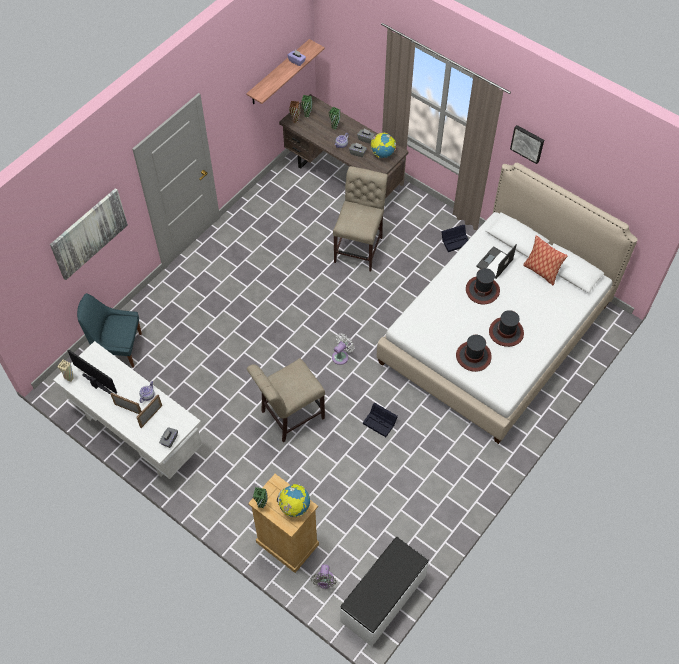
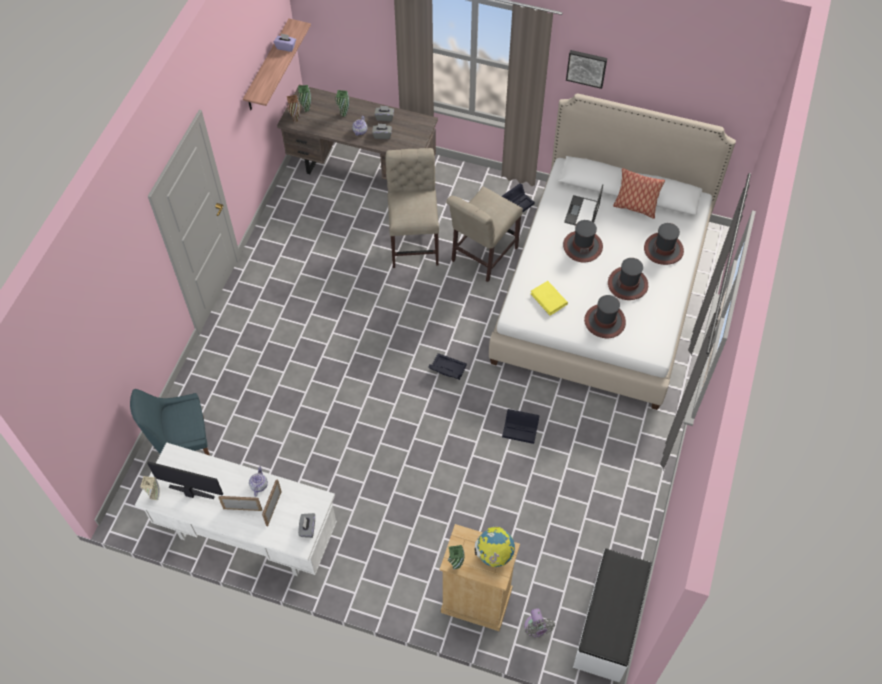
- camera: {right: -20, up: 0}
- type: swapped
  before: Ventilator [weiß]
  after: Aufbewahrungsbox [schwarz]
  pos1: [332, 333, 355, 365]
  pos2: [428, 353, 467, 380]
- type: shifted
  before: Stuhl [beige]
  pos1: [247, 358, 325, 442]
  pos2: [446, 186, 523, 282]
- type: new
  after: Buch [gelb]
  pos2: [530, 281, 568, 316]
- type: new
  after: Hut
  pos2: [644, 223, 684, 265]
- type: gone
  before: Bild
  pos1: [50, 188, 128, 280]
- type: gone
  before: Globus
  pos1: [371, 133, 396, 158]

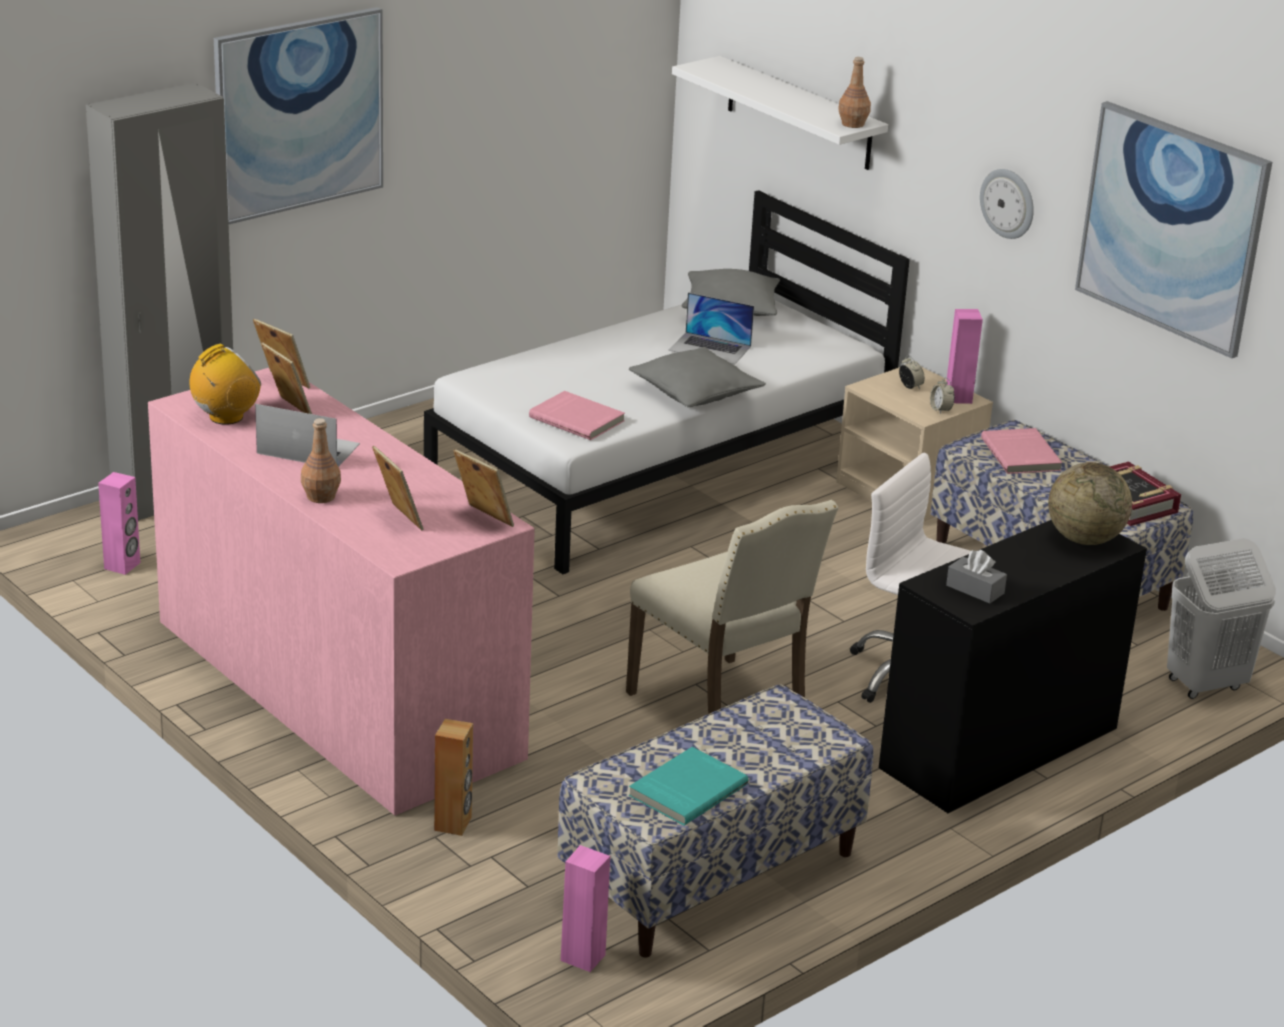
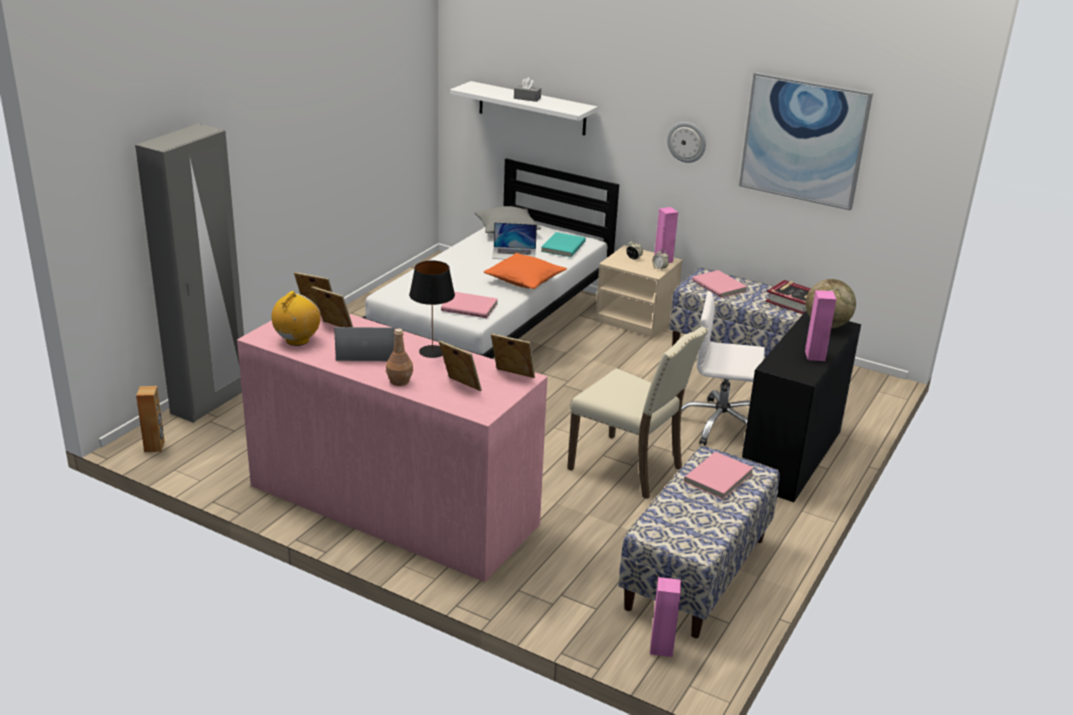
- camera: {right: -20, up: 0}
- type: shifted
  before: Lautsprecher [braun]
  pos1: [434, 719, 473, 836]
  pos2: [136, 386, 165, 452]
- type: new
  after: Tischlampe [schwarz]
  pos2: [409, 260, 455, 358]
- type: repainted
  before: Kissen [grau]
  after: Kissen [orange]
  pos1: [629, 347, 766, 407]
  pos2: [483, 253, 567, 289]
- type: shifted
  before: Taschentuchbox [grau]
  pos1: [946, 550, 1007, 603]
  pos2: [514, 77, 541, 102]
- type: shifted
  before: Buch [türkis]
  pos1: [629, 747, 748, 826]
  pos2: [541, 232, 586, 257]
- type: new
  after: Buch [rosa]
  pos2: [684, 452, 754, 499]
- type: shifted
  before: Lautsprecher [rosa]
  pos1: [98, 472, 140, 575]
  pos2: [805, 290, 836, 361]
- type: gone
  before: Bild
  pos1: [214, 7, 383, 224]
- type: gone
  before: Flasche [braun]
  pos1: [838, 57, 871, 128]
- type: gone
  before: Wäschekorb [weiß]
  pos1: [1167, 538, 1276, 699]

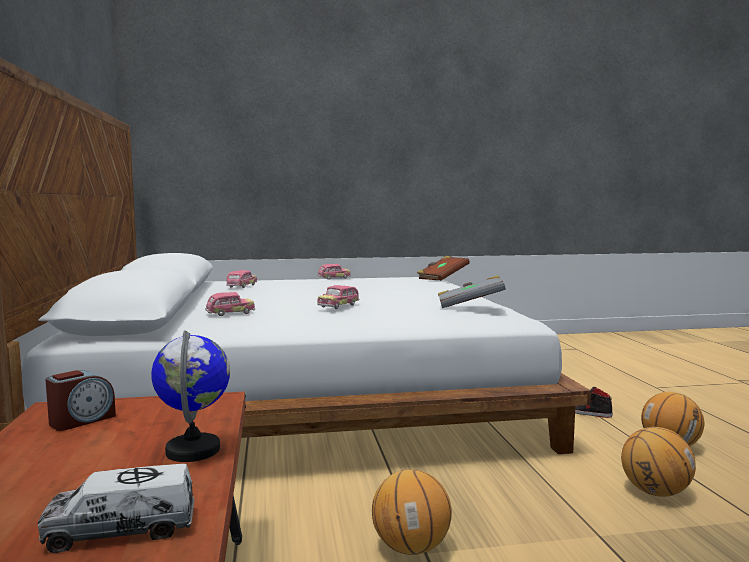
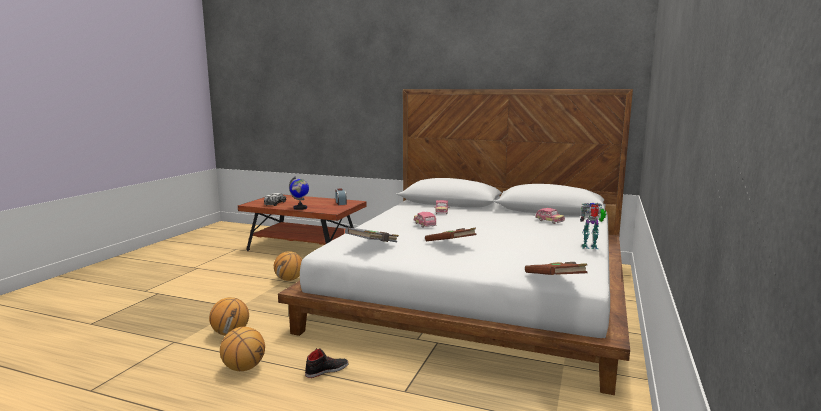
- camera: {right: 120, up: 5}
- type: new
  after: Buch [braun]
  pos2: [425, 227, 476, 241]
- type: swapped
  before: Spielzeugauto
  after: Spielzeugroboter
  pos1: [317, 264, 351, 279]
  pos2: [580, 203, 607, 249]

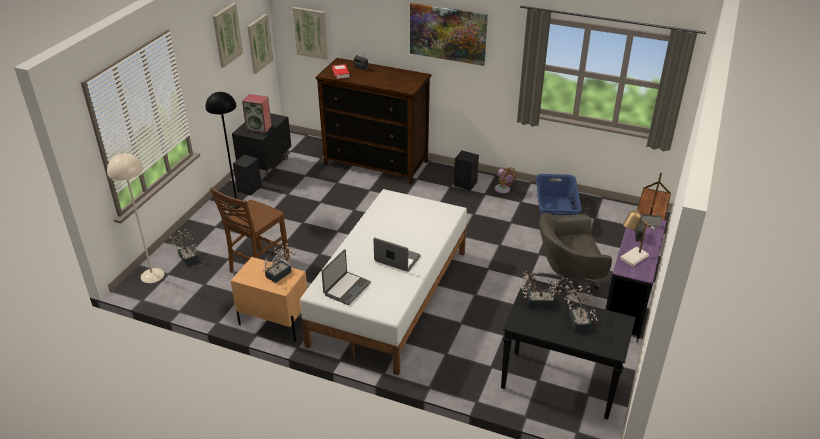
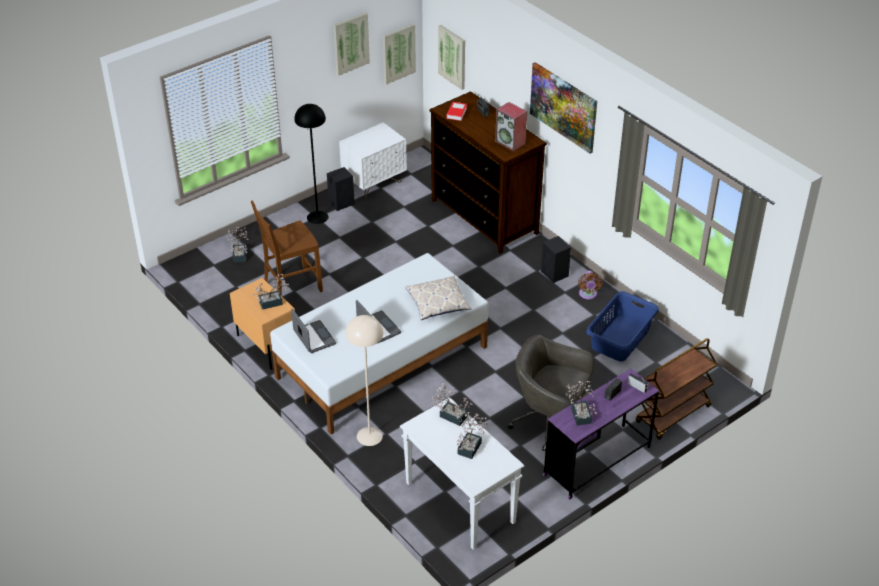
- camera: {right: 30, up: 5}
- type: rotated
  before: Laptop
  pos1: [321, 249, 371, 305]
  pos2: [291, 309, 336, 353]
  turn: -90
- type: repainted
  before: Nachttisch [schwarz]
  after: Nachttisch [weiß]
  pos1: [232, 113, 291, 179]
  pos2: [339, 122, 407, 199]
- type: shifted
  before: Stehlampe [beige]
  pos1: [107, 153, 164, 283]
  pos2: [345, 315, 383, 446]
- type: repainted
  before: Konsolentisch [schwarz]
  after: Konsolentisch [weiß]
  pos1: [501, 288, 636, 420]
  pos2: [400, 398, 524, 550]
- type: new
  after: Kissen
  pos2: [405, 276, 472, 320]
- type: shifted
  before: Lautsprecher
  pos1: [242, 94, 272, 134]
  pos2: [495, 102, 527, 152]
- type: swapped
  before: Tischlampe
  after: Topfpflanze
  pos1: [620, 209, 655, 267]
  pos2: [566, 381, 597, 425]

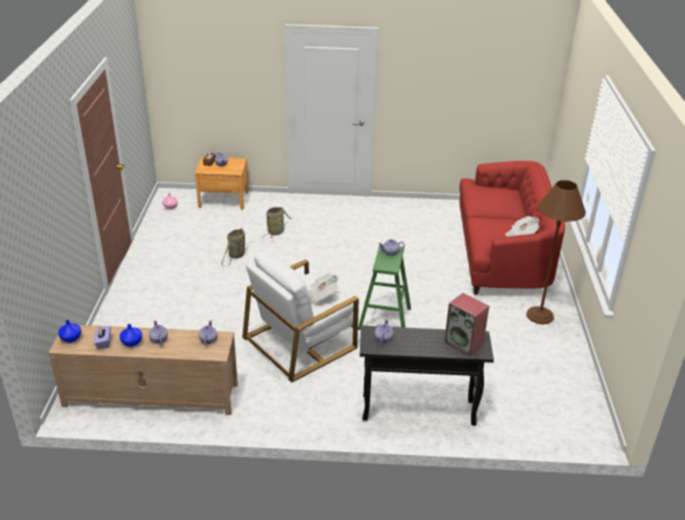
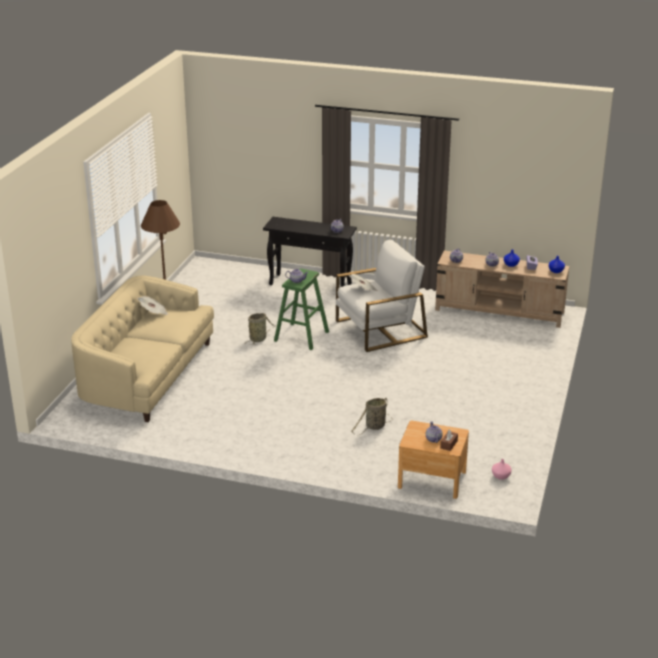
- camera: {right: -165, up: -5}
- type: repainted
  before: Sofa [rot]
  after: Sofa [beige]
  pos1: [459, 161, 565, 295]
  pos2: [71, 276, 214, 422]
- type: shifted
  before: Korb
  pos1: [221, 227, 248, 267]
  pos2: [244, 313, 276, 344]
- type: gone
  before: Lautsprecher
  pos1: [444, 293, 489, 356]

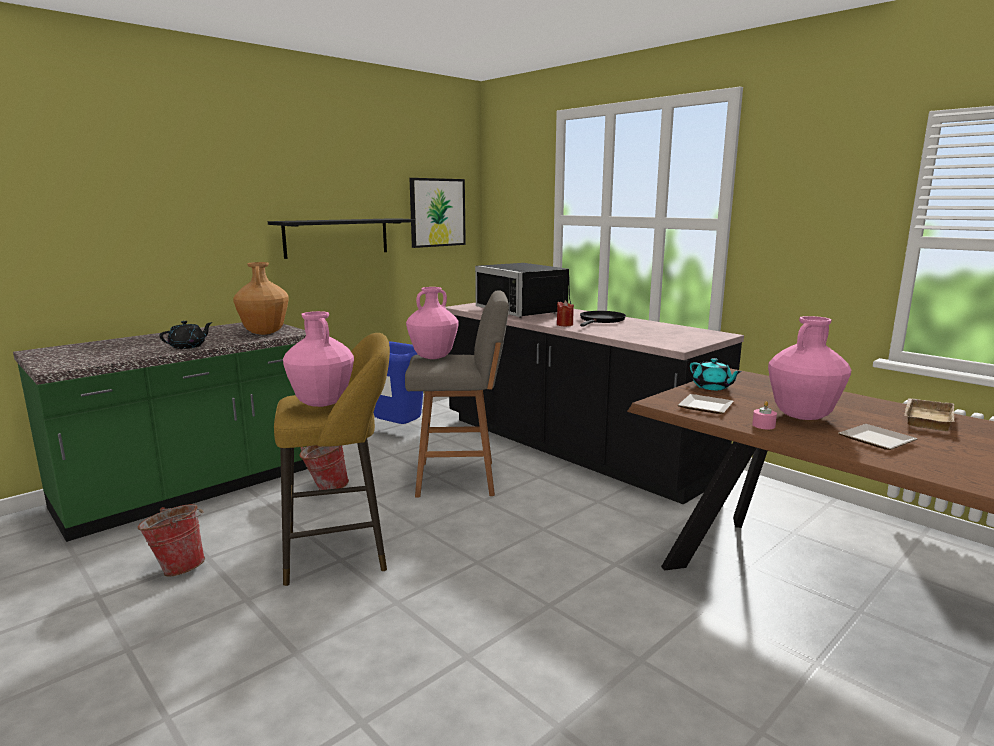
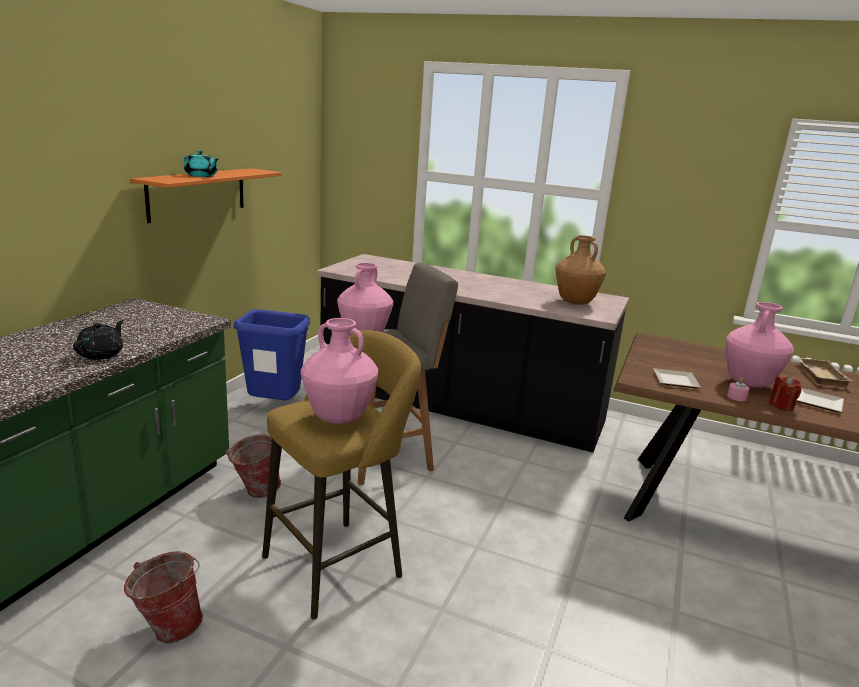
- camera: {right: -25, up: 5}
- type: repainted
  before: Wandregal [schwarz]
  after: Wandregal [orange]
  pos1: [268, 218, 415, 259]
  pos2: [130, 168, 282, 223]
- type: shifted
  before: Teekanne [türkis]
  pos1: [690, 358, 742, 390]
  pos2: [184, 150, 218, 177]
- type: shifted
  before: Vase [braun]
  pos1: [233, 262, 289, 335]
  pos2: [555, 235, 606, 305]
- type: shifted
  before: Kerze [rot]
  pos1: [557, 301, 574, 326]
  pos2: [769, 376, 801, 411]
- type: gone
  before: Bild
  pos1: [409, 178, 466, 248]
- type: gone
  before: Mikrowelle [schwarz]
  pos1: [475, 263, 572, 318]
- type: gone
  before: Pfanne [schwarz]
  pos1: [580, 311, 626, 327]

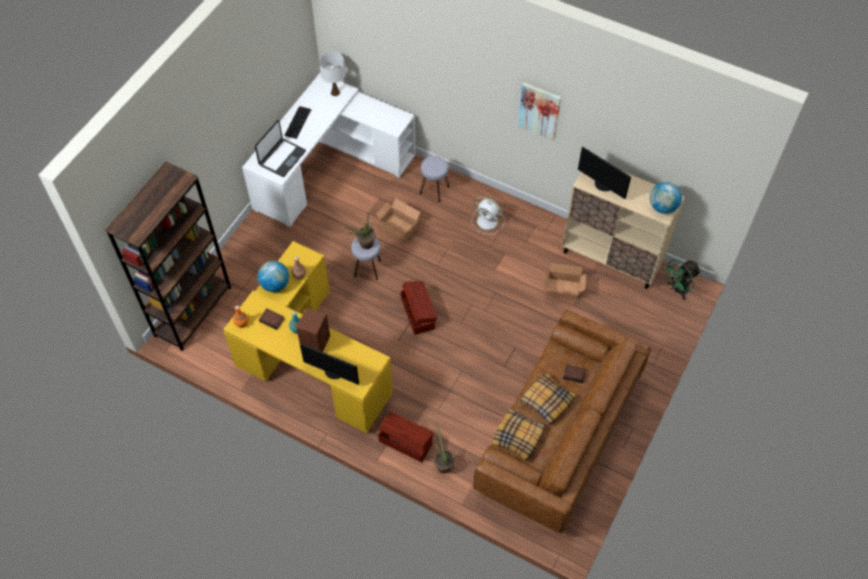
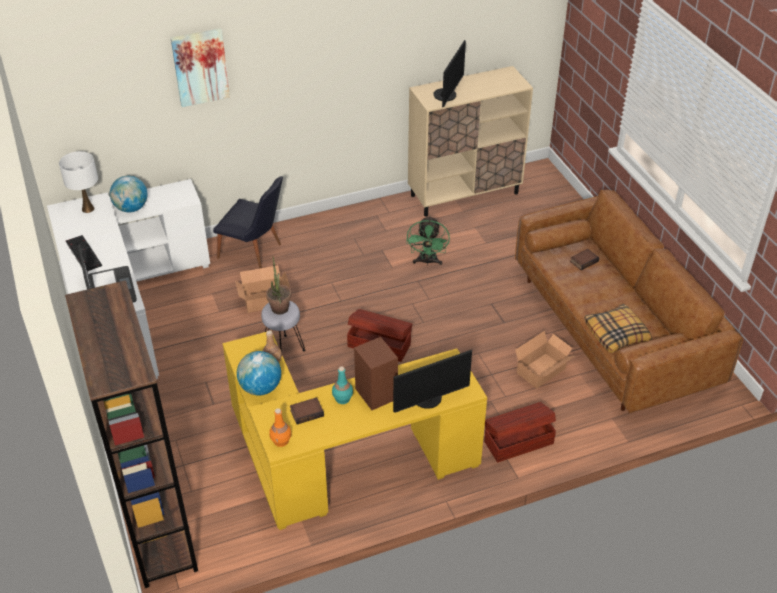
- camera: {right: -50, up: -15}
- type: shifted
  before: Globus
  pos1: [650, 182, 682, 214]
  pos2: [110, 176, 148, 212]
- type: shifted
  before: Bild
  pos1: [518, 82, 561, 141]
  pos2: [171, 28, 230, 107]
- type: swapped
  before: Hocker [grau]
  after: Stuhl [schwarz]
  pos1: [420, 156, 450, 202]
  pos2: [213, 176, 283, 269]
- type: shifted
  before: Ventilator [grün]
  pos1: [663, 260, 701, 300]
  pos2: [406, 215, 450, 266]
- type: rotated
  before: Monitor
  pos1: [578, 146, 631, 199]
  pos2: [433, 40, 466, 107]
  turn: -60
- type: shifted
  before: Karton
  pos1: [544, 263, 587, 300]
  pos2: [515, 331, 575, 388]
- type: gone
  before: Topfpflanze
  pos1: [434, 424, 454, 473]
- type: gone
  before: Ventilator [weiß]
  pos1: [472, 196, 505, 235]
- type: gone
  before: Kissen
  pos1: [520, 373, 576, 425]

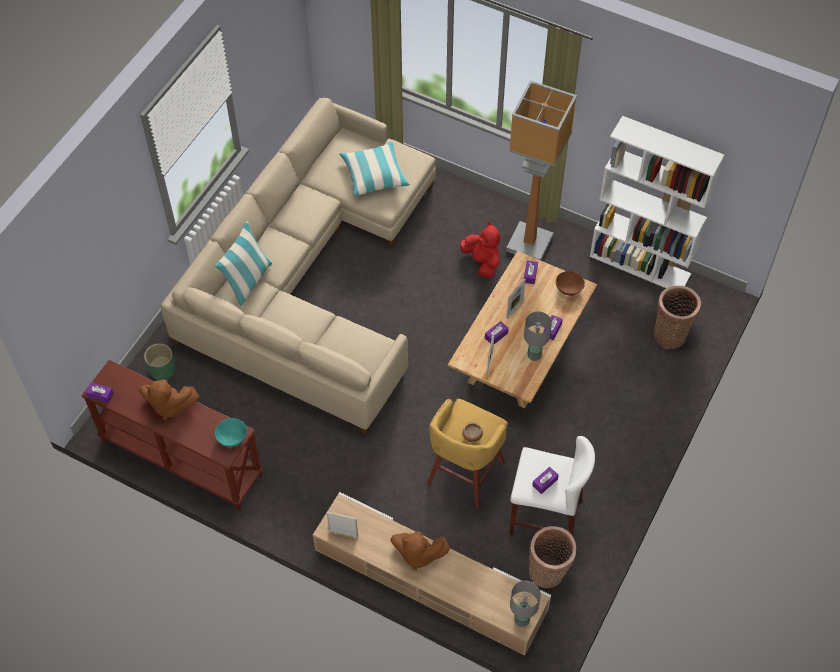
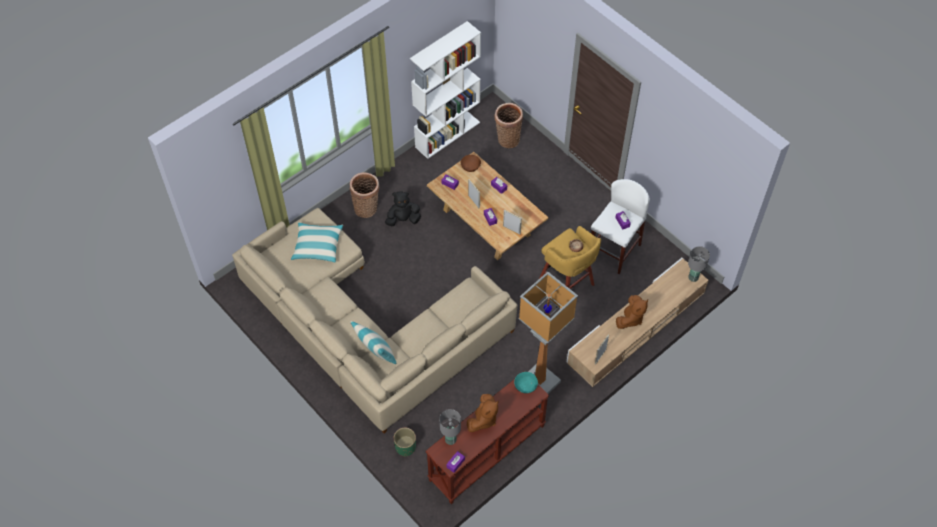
- camera: {right: -70, up: 0}
- type: shifted
  before: Korb
  pos1: [529, 526, 576, 588]
  pos2: [350, 172, 380, 218]
- type: repainted
  before: Plüschtier [rot]
  after: Plüschtier [schwarz]
  pos1: [460, 222, 500, 278]
  pos2: [385, 191, 421, 226]
- type: shifted
  before: Tischlampe [grau]
  pos1: [524, 311, 552, 361]
  pos2: [439, 409, 461, 445]
- type: shifted
  before: Stehlampe
  pos1: [506, 80, 577, 260]
  pos2: [519, 272, 578, 394]

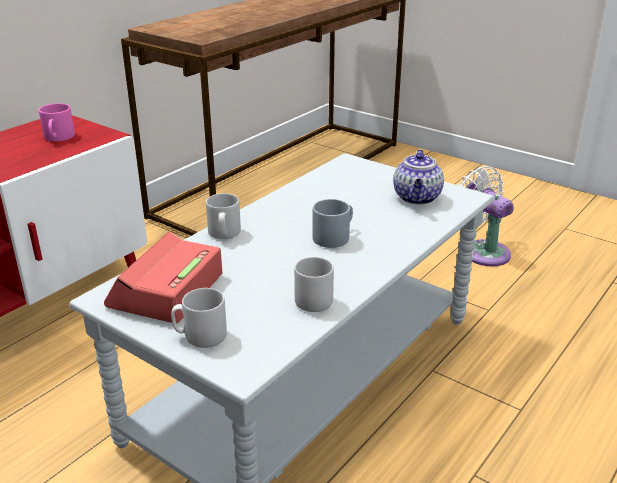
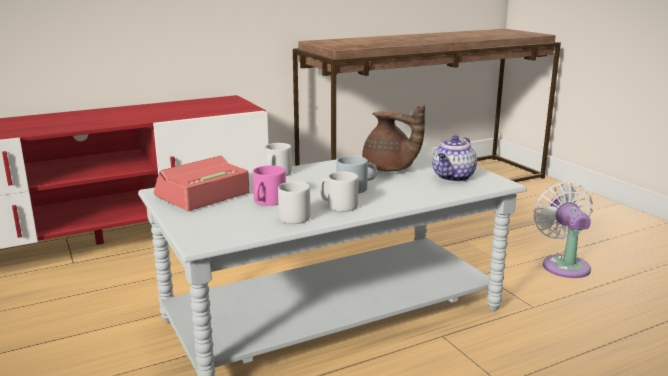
- camera: {right: 25, up: -10}
- type: shifted
  before: Henkelbecher [rosa]
  pos1: [39, 103, 75, 142]
  pos2: [253, 165, 286, 206]
- type: shifted
  before: Henkelbecher [grau]
  pos1: [171, 288, 227, 348]
  pos2: [321, 171, 358, 212]
- type: new
  after: Teekanne [braun]
  pos2: [362, 105, 425, 172]

